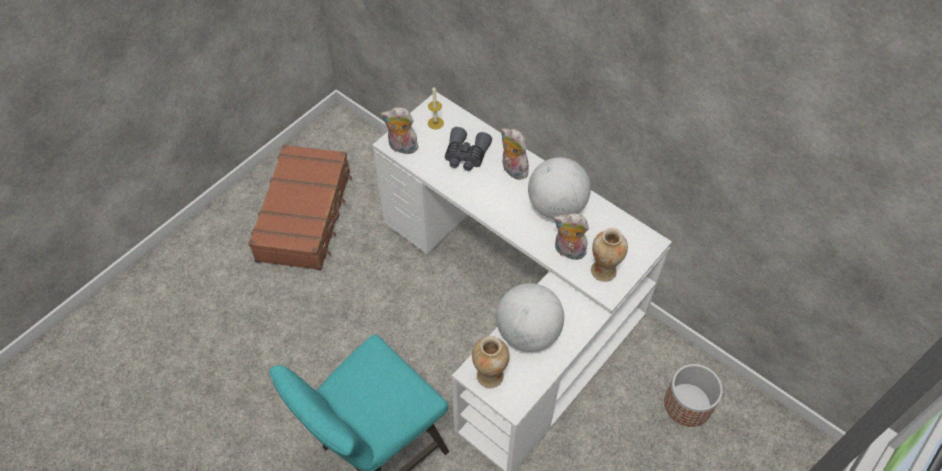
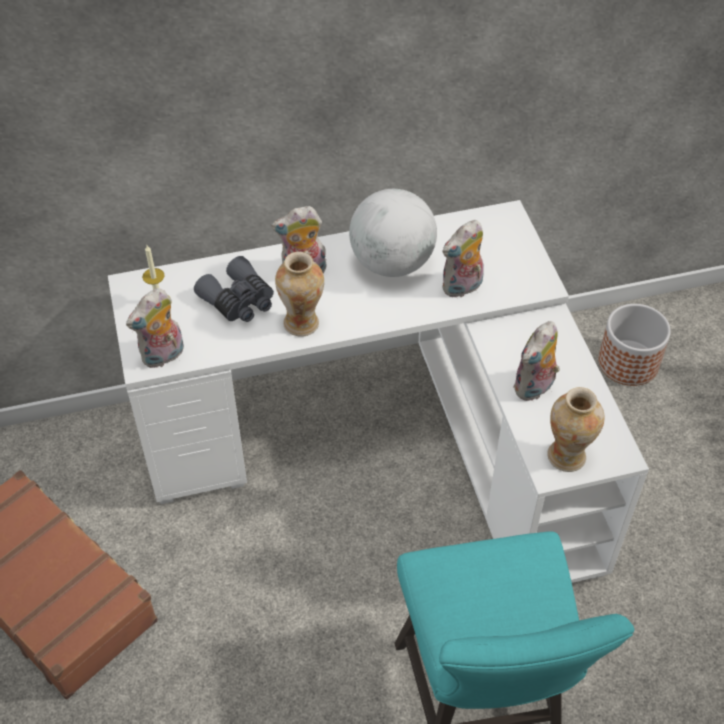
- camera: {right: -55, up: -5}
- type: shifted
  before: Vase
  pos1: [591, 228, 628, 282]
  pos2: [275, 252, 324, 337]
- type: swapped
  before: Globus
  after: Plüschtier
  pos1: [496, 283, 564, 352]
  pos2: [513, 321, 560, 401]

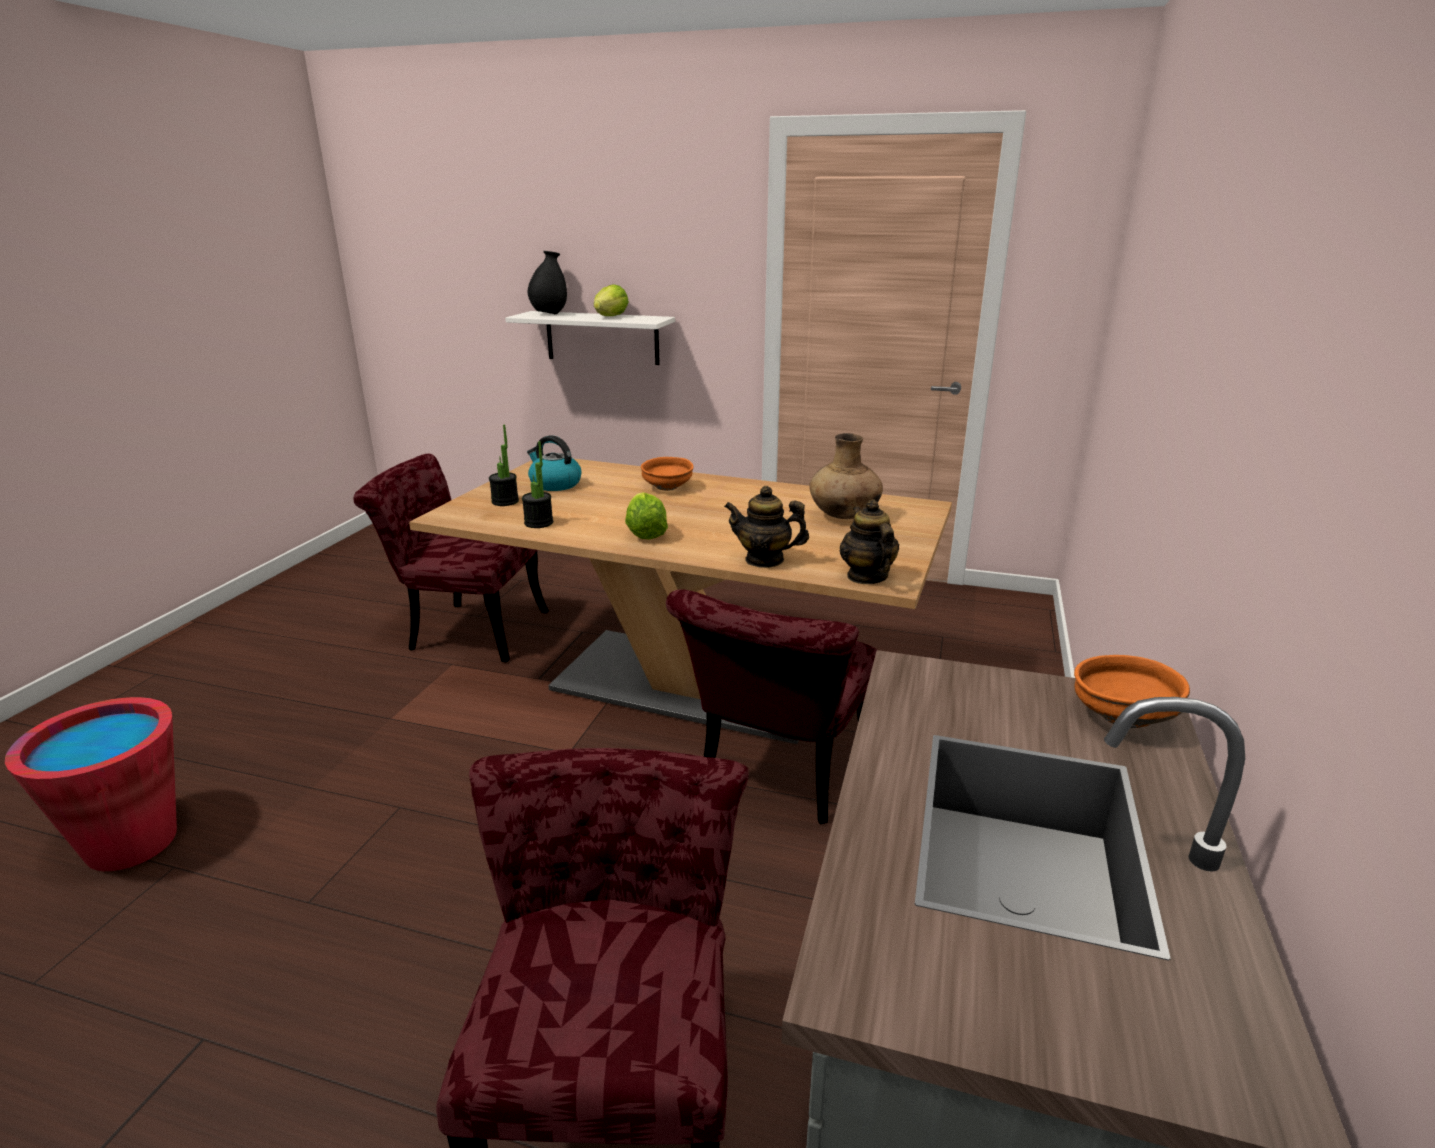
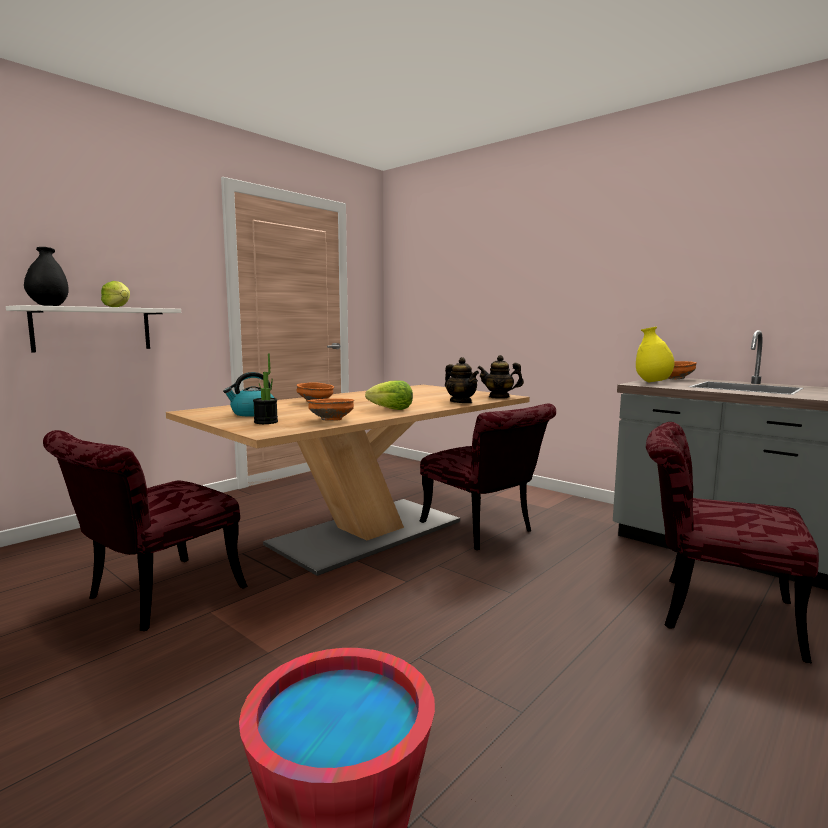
- camera: {right: -65, up: -15}
- type: swapped
  before: Topfpflanze
  after: Schüssel [orange]
  pos1: [522, 441, 553, 528]
  pos2: [308, 399, 354, 421]
- type: rotated
  before: Teekanne
  pos1: [724, 486, 809, 568]
  pos2: [445, 357, 479, 403]
  turn: -75
- type: new
  after: Vase [gelb]
  pos2: [636, 326, 675, 382]
- type: gone
  before: Vase [braun]
  pos1: [809, 433, 883, 519]

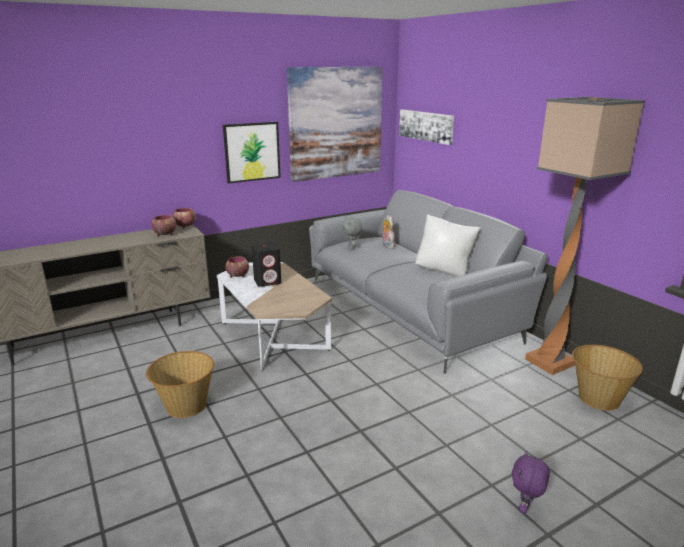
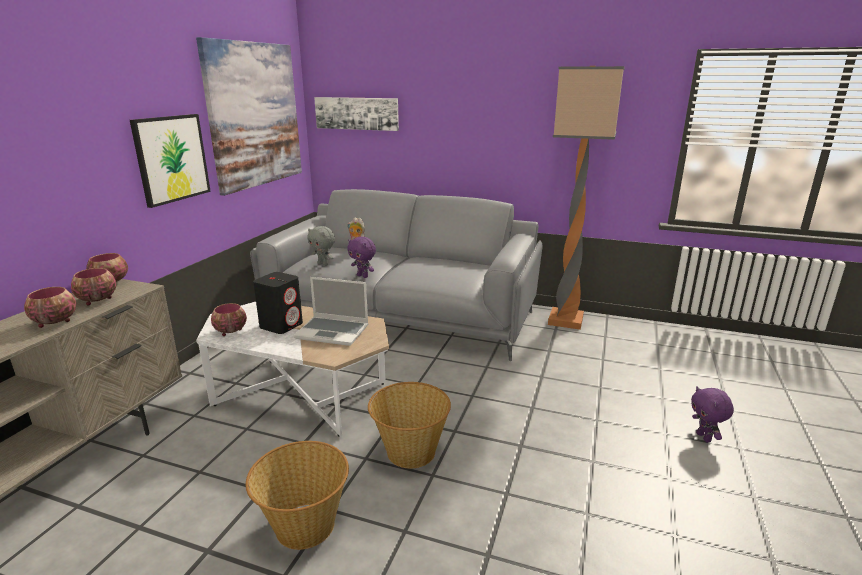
- camera: {right: -40, up: 0}
- type: new
  after: Schüssel
  pos2: [24, 287, 76, 328]
- type: new
  after: Laptop
  pos2: [293, 277, 368, 346]
- type: new
  after: Plüschtier [lila]
  pos2: [347, 237, 376, 278]
- type: shifted
  before: Korb
  pos1: [572, 345, 643, 411]
  pos2: [368, 382, 451, 468]
- type: gone
  before: Kissen [weiß]
  pos1: [415, 214, 481, 276]

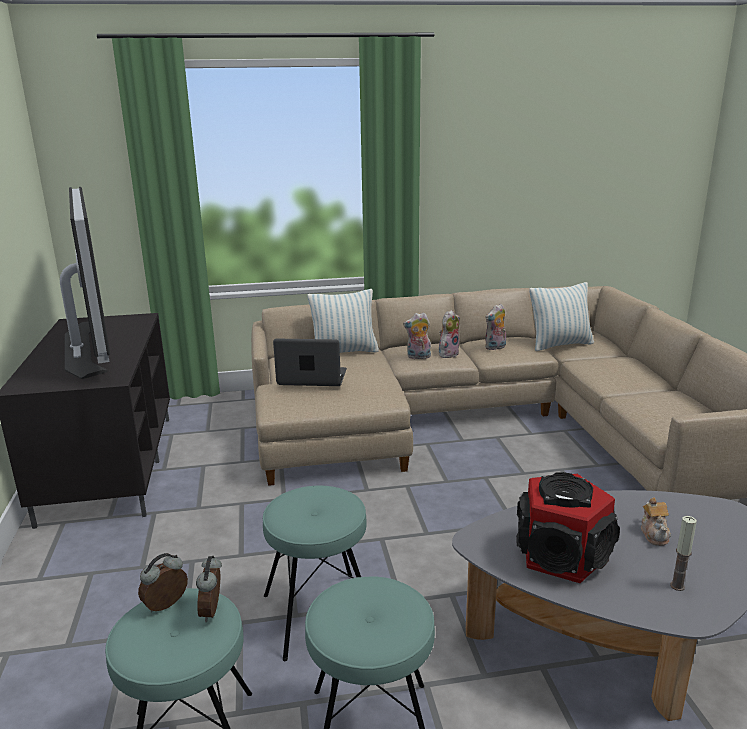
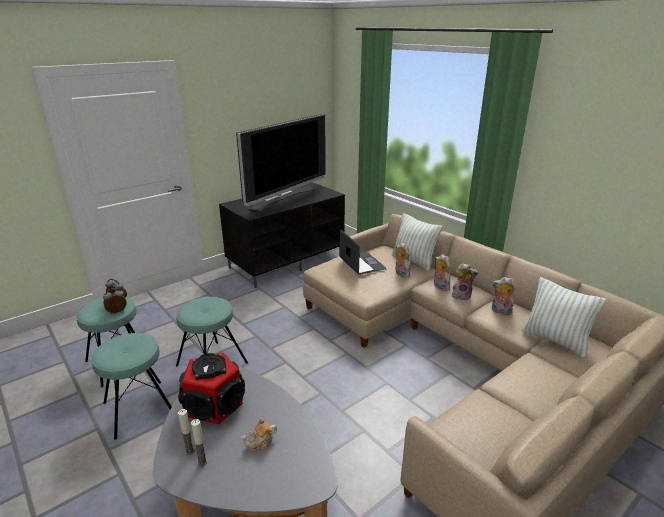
- camera: {right: 60, up: 5}
- type: new
  after: Kerze
  pos2: [178, 409, 195, 455]
- type: new
  after: Plüschtier
  pos2: [395, 243, 410, 278]

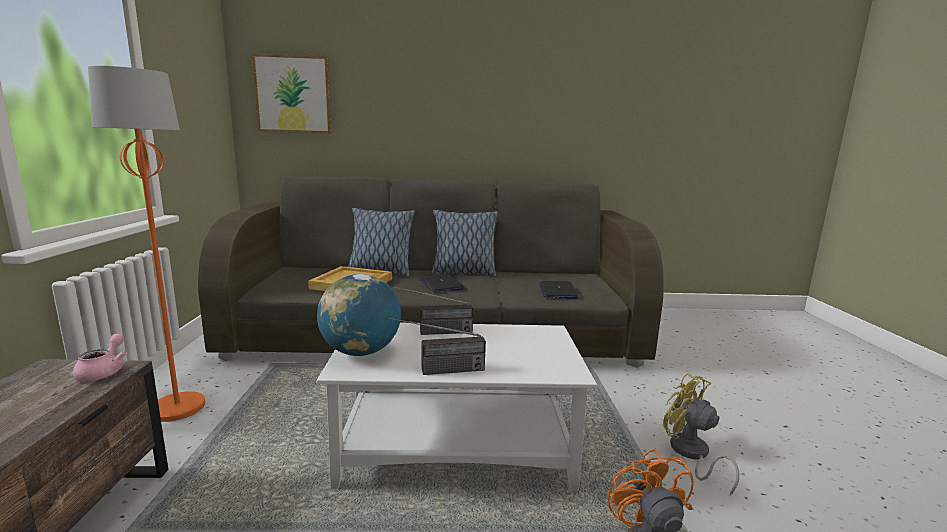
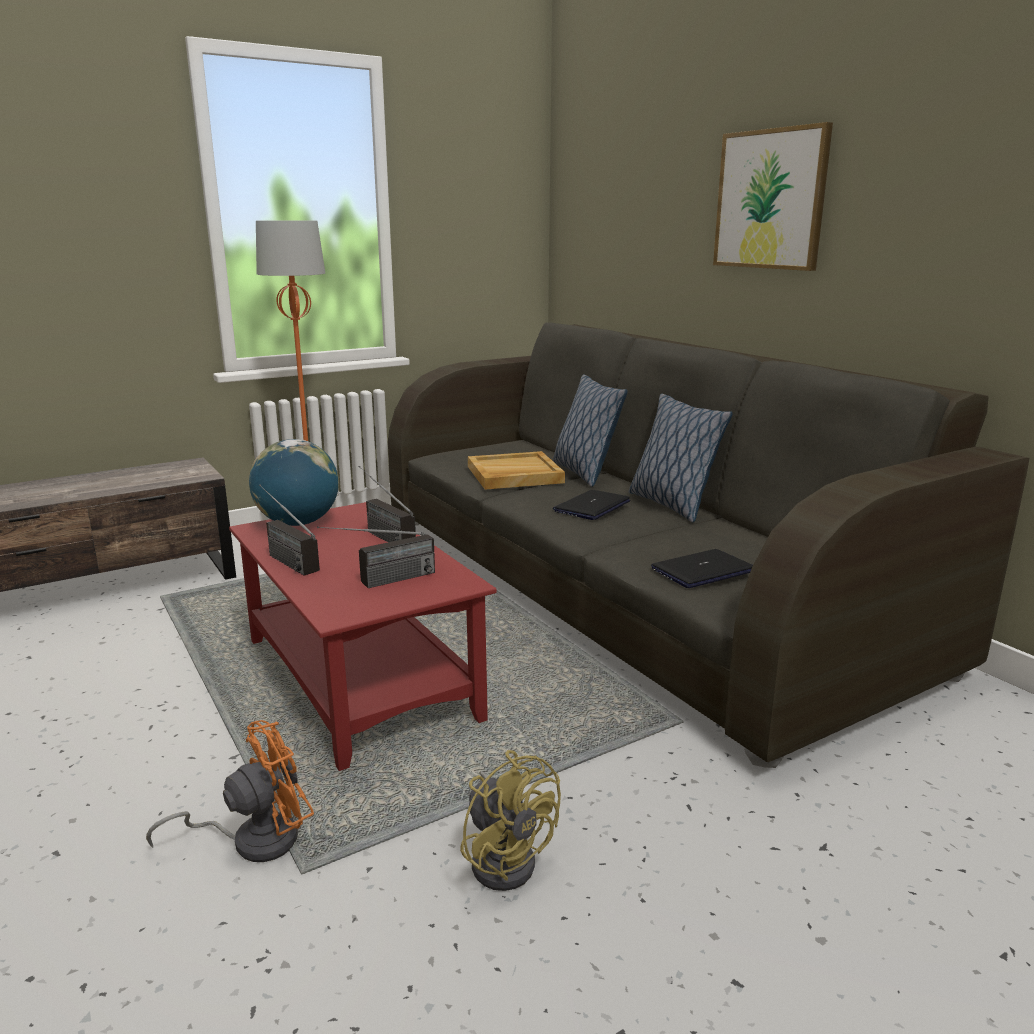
- camera: {right: 60, up: 5}
- type: repainted
  before: Couchtisch [weiß]
  after: Couchtisch [rot]
  pos1: [316, 323, 597, 491]
  pos2: [229, 502, 497, 771]
- type: new
  after: Radio
  pos2: [317, 526, 435, 588]
- type: rotated
  before: Ventilator [gelb]
  pos1: [663, 373, 739, 495]
  pos2: [460, 750, 561, 891]
  turn: 120
- type: shifted
  before: Bild
  pos1: [252, 53, 332, 134]
  pos2: [713, 122, 833, 271]
- type: gone
  before: Teekanne [rosa]
  pos1: [73, 334, 127, 381]

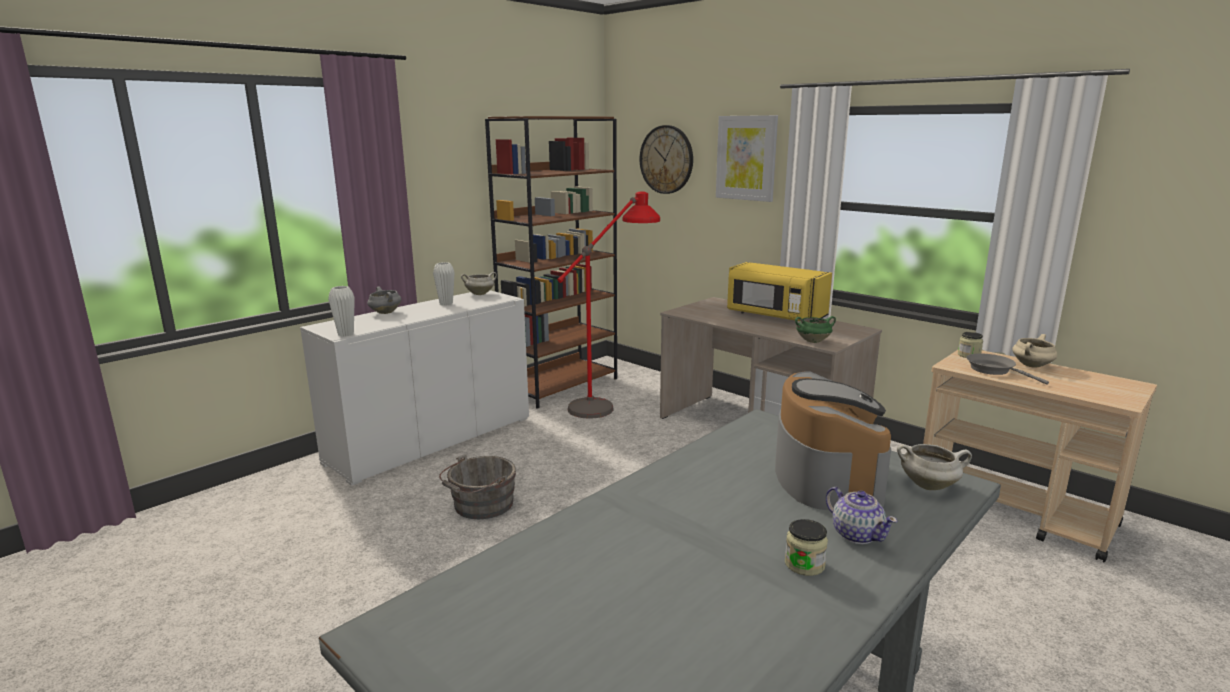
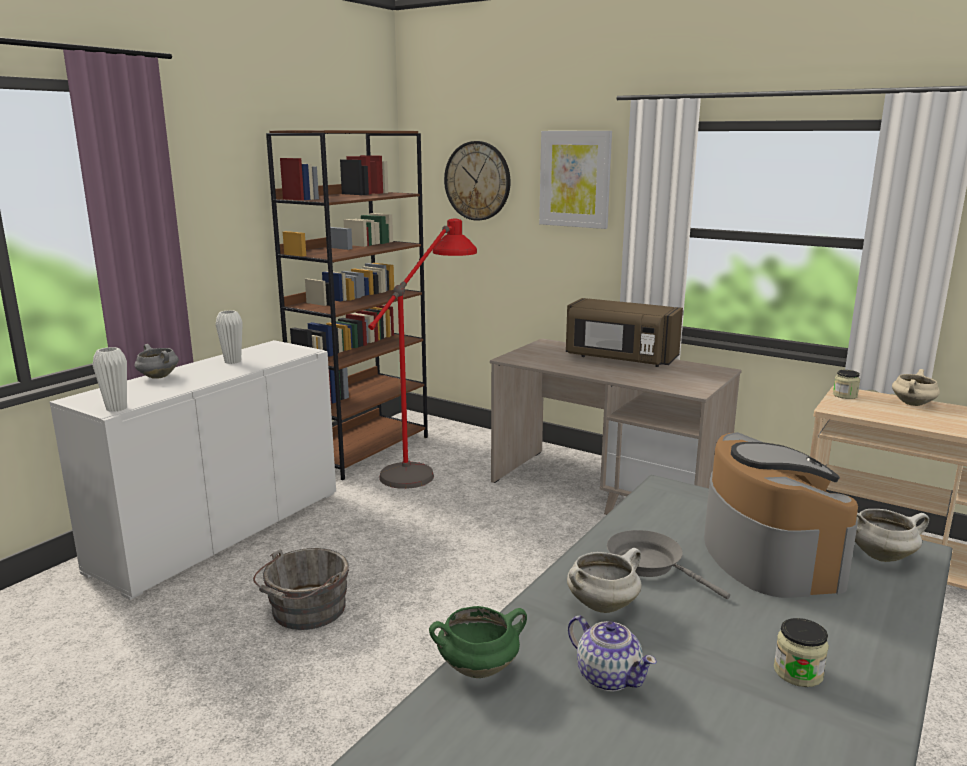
- camera: {right: -10, up: 0}
- type: shifted
  before: Kochtopf [grün]
  pos1: [795, 316, 836, 343]
  pos2: [429, 606, 527, 678]
- type: repainted
  before: Mikrowelle [gelb]
  after: Mikrowelle [braun]
  pos1: [727, 262, 832, 321]
  pos2: [566, 298, 683, 367]
- type: shifted
  before: Kochtopf [weiß]
  pos1: [461, 272, 497, 295]
  pos2: [567, 548, 642, 613]
- type: shifted
  before: Teekanne
  pos1: [826, 487, 898, 544]
  pos2: [568, 616, 657, 691]
- type: shifted
  before: Pfanne [grau]
  pos1: [966, 354, 1049, 385]
  pos2: [607, 530, 730, 599]

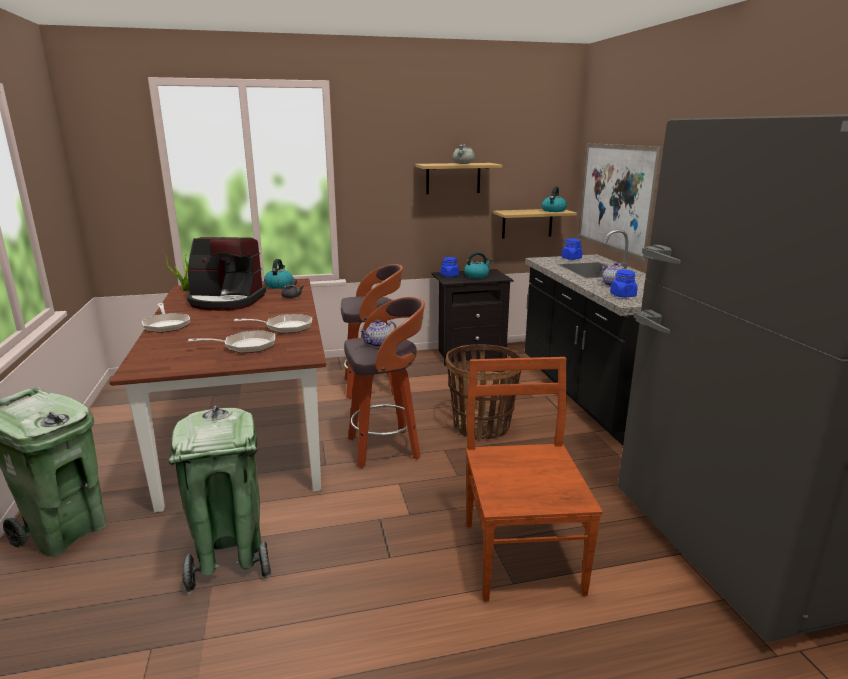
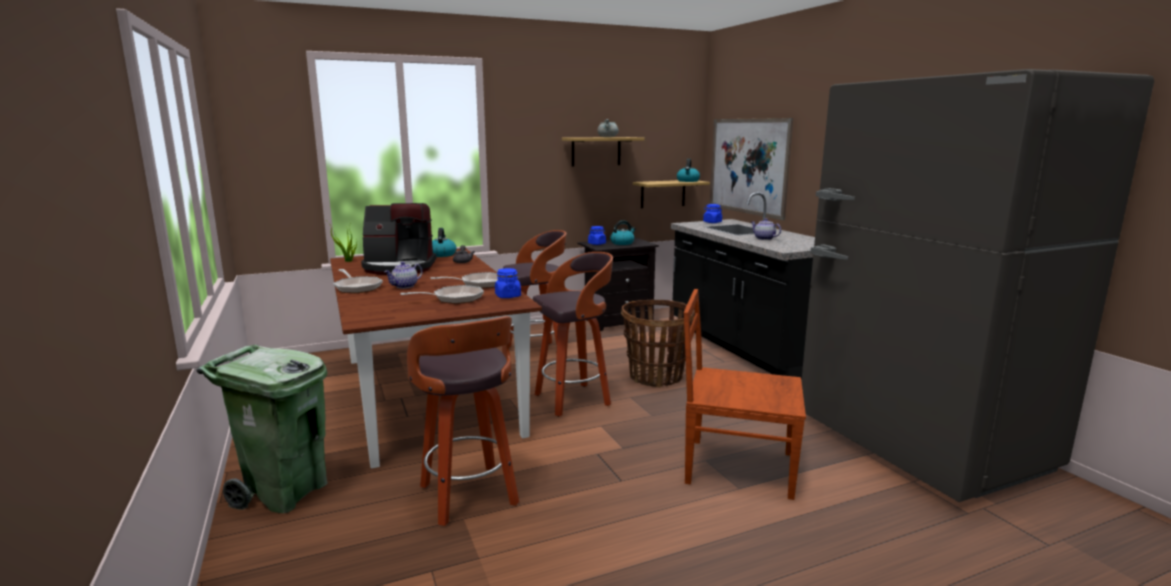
- camera: {right: -10, up: -5}
- type: shifted
  before: Teekanne
  pos1: [359, 320, 396, 347]
  pos2: [384, 262, 423, 289]
- type: swapped
  before: Mülleimer [grün]
  after: Hocker
  pos1: [168, 406, 271, 594]
  pos2: [407, 316, 519, 526]
- type: shifted
  before: Vorratsglas [blau]
  pos1: [610, 270, 638, 297]
  pos2: [495, 268, 521, 298]
- type: rotated
  before: Stuhl [braun]
  pos1: [466, 357, 603, 602]
  pos2: [683, 289, 806, 500]
  turn: -60

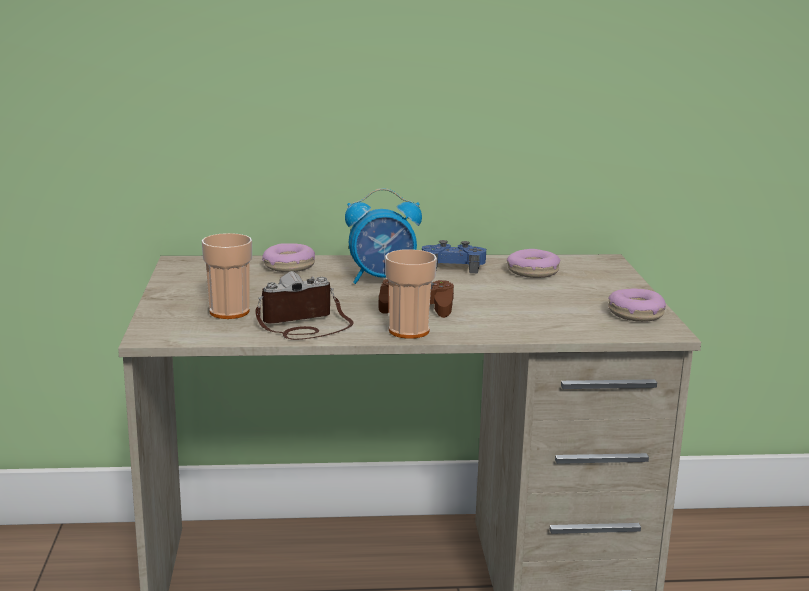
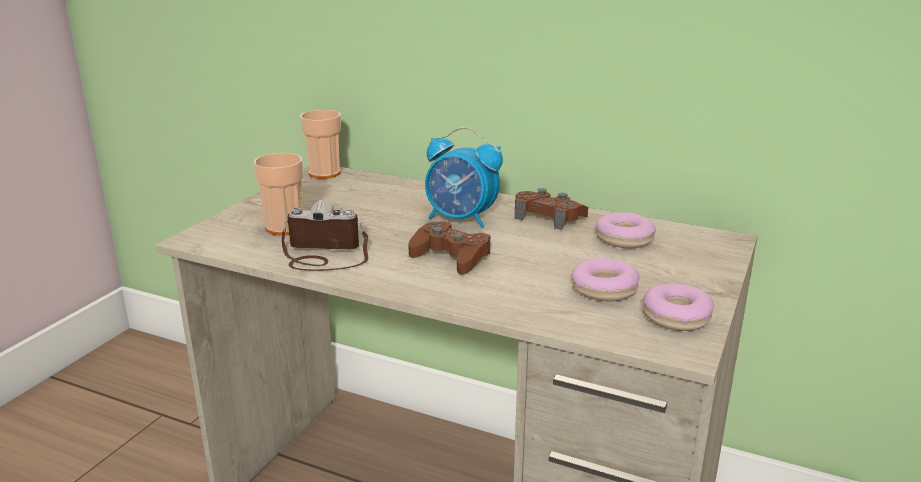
- camera: {right: 30, up: 5}
- type: shifted
  before: Tasse
  pos1: [385, 249, 437, 339]
  pos2: [300, 110, 341, 179]
- type: repainted
  before: Gamepad [blau]
  after: Gamepad [braun]
  pos1: [422, 240, 486, 273]
  pos2: [515, 188, 588, 230]
- type: shifted
  before: Donut
  pos1: [262, 243, 315, 272]
  pos2: [571, 258, 639, 301]

